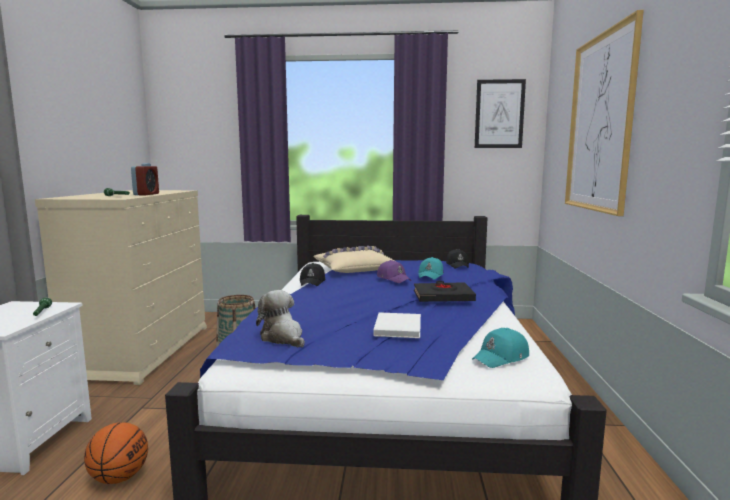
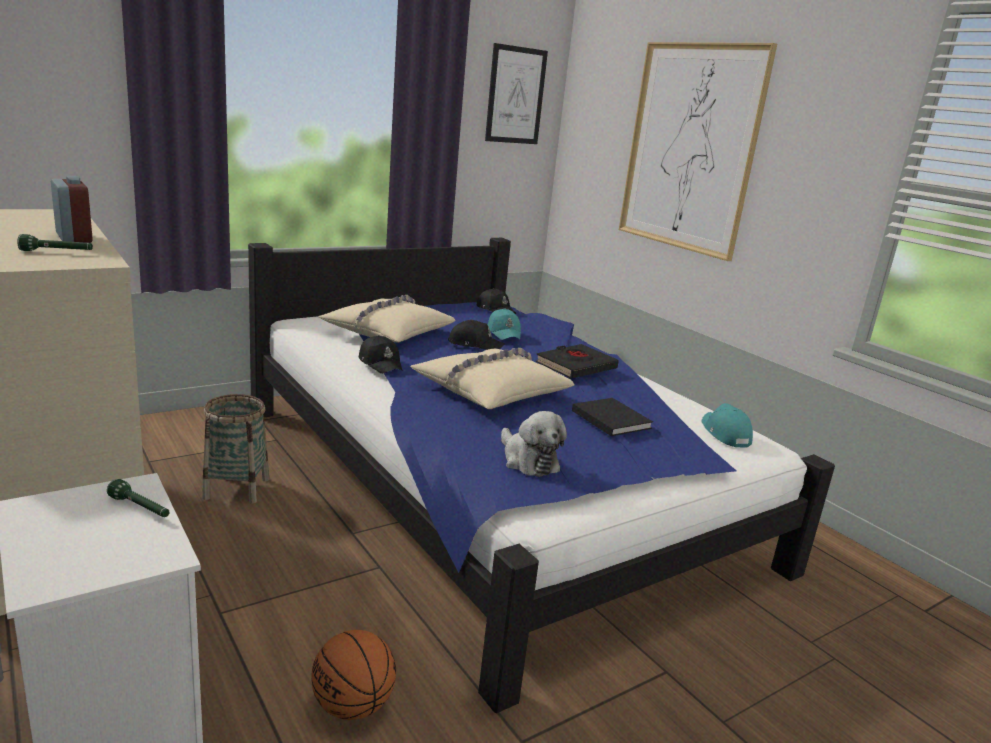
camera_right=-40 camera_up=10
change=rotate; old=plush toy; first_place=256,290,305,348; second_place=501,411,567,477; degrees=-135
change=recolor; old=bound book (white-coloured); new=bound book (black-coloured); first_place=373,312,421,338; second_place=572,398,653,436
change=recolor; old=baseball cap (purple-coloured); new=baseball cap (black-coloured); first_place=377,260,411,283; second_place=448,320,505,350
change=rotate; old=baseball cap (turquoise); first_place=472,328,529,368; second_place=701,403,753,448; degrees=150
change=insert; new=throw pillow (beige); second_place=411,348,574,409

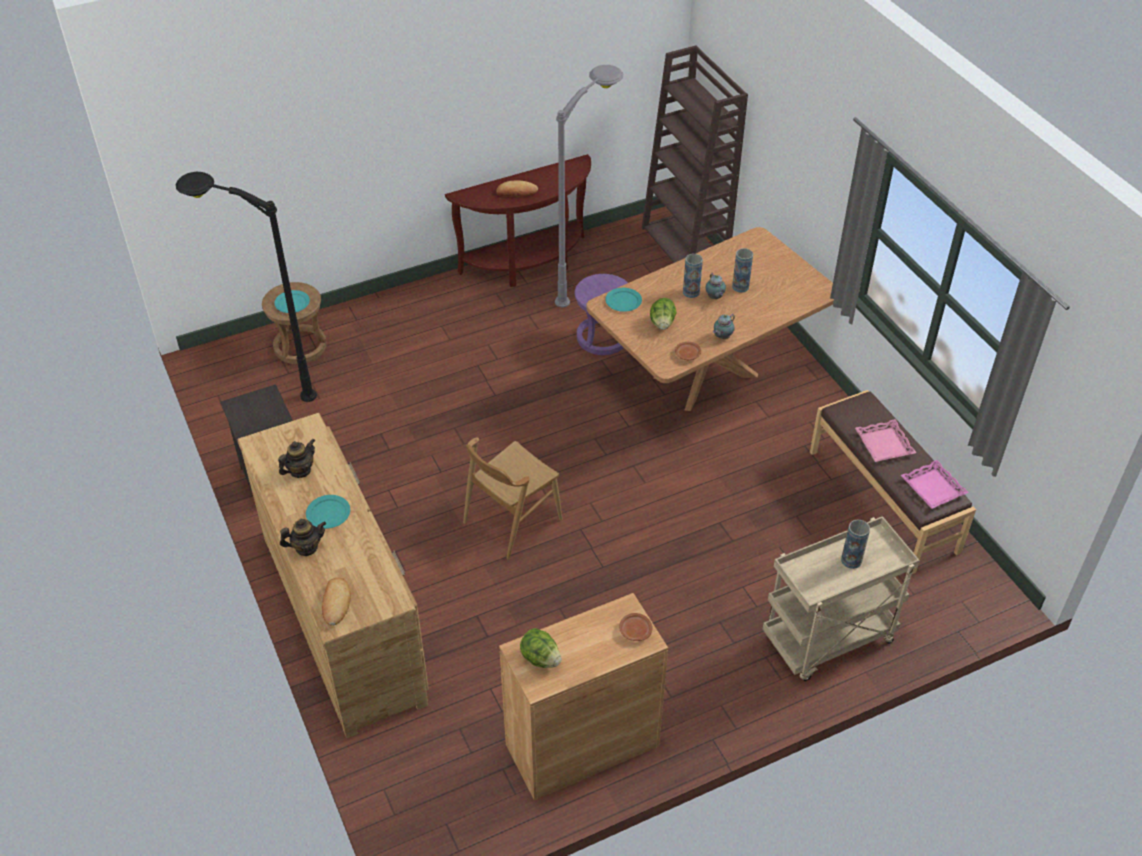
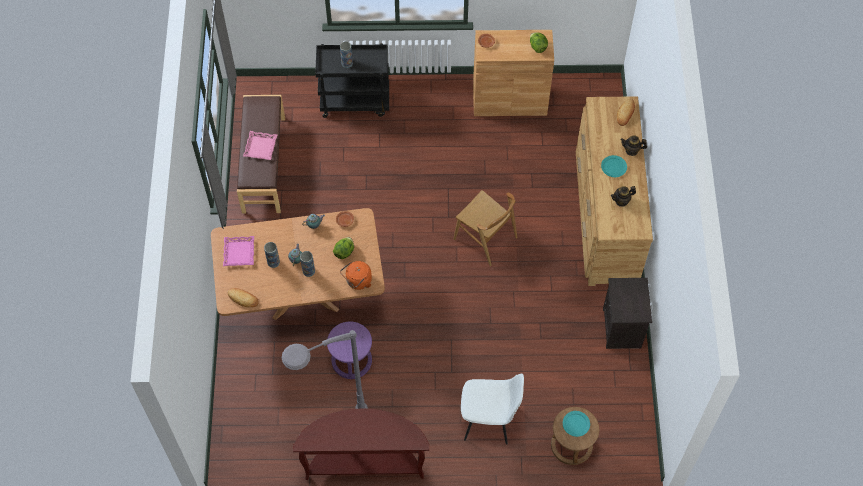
camera_right=-155 camera_up=15
change=delete; old=standard lamp (black-coloured); first_place=176,172,317,402
change=rotate; old=chair (brownish); first_place=463,438,562,560; second_place=454,190,517,266; degrees=60
change=move; old=bread; first_place=496,181,538,197; second_place=227,288,259,307
change=replace; old=plate (turquoise); new=tea kettle (orange); first_place=605,288,642,312; second_place=340,261,372,290
change=delete; old=bookcase (brownish); first_place=642,45,748,263
change=recolor; old=trolley (beige); new=trolley (black-coloured); first_place=763,516,920,681; second_place=315,43,389,118
change=move; old=serving tray (pink); first_place=900,460,969,509; second_place=223,236,254,266
change=insert; new=chair (white-coloured); second_place=461,374,524,445

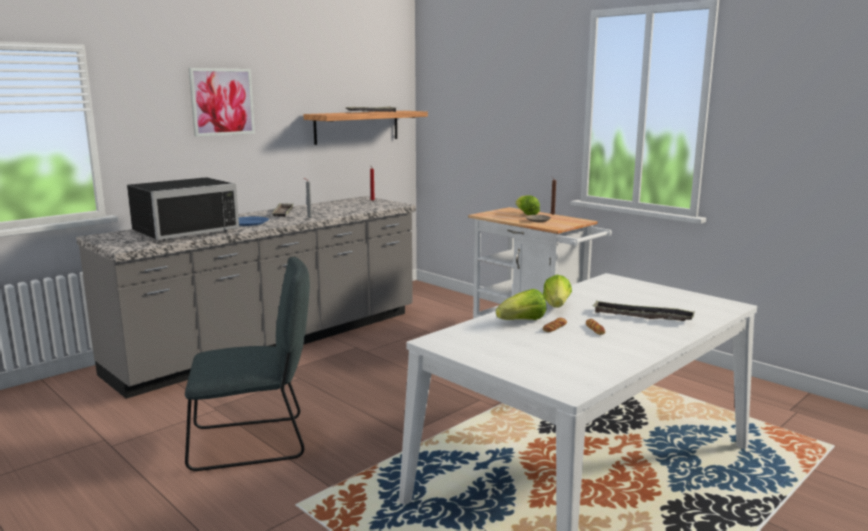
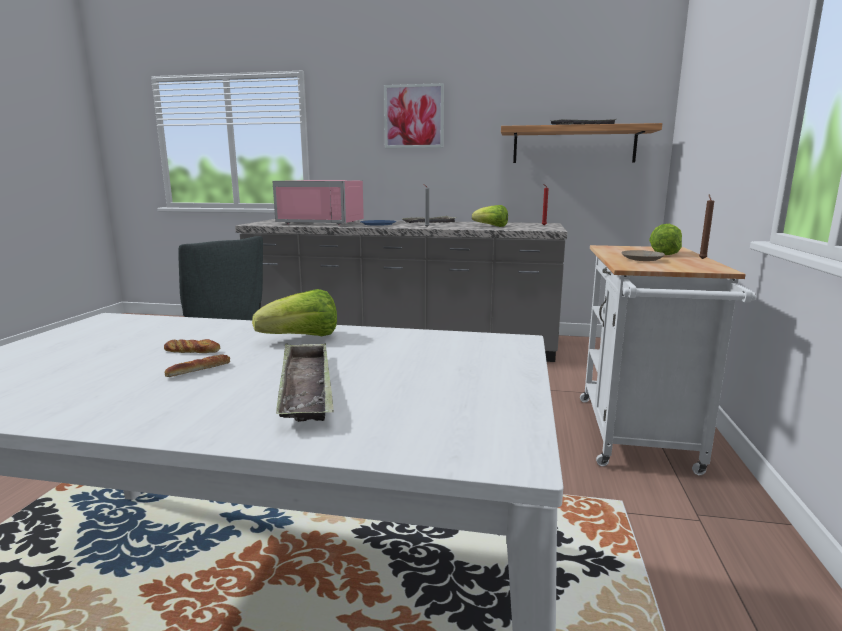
camera_right=55 camera_up=0
change=recolor; old=kitchen microwave (black-coloured); new=kitchen microwave (pink); first_place=127,177,239,240; second_place=273,180,364,225
change=move; old=head of lettuce; first_place=496,289,546,320; second_place=472,205,508,227

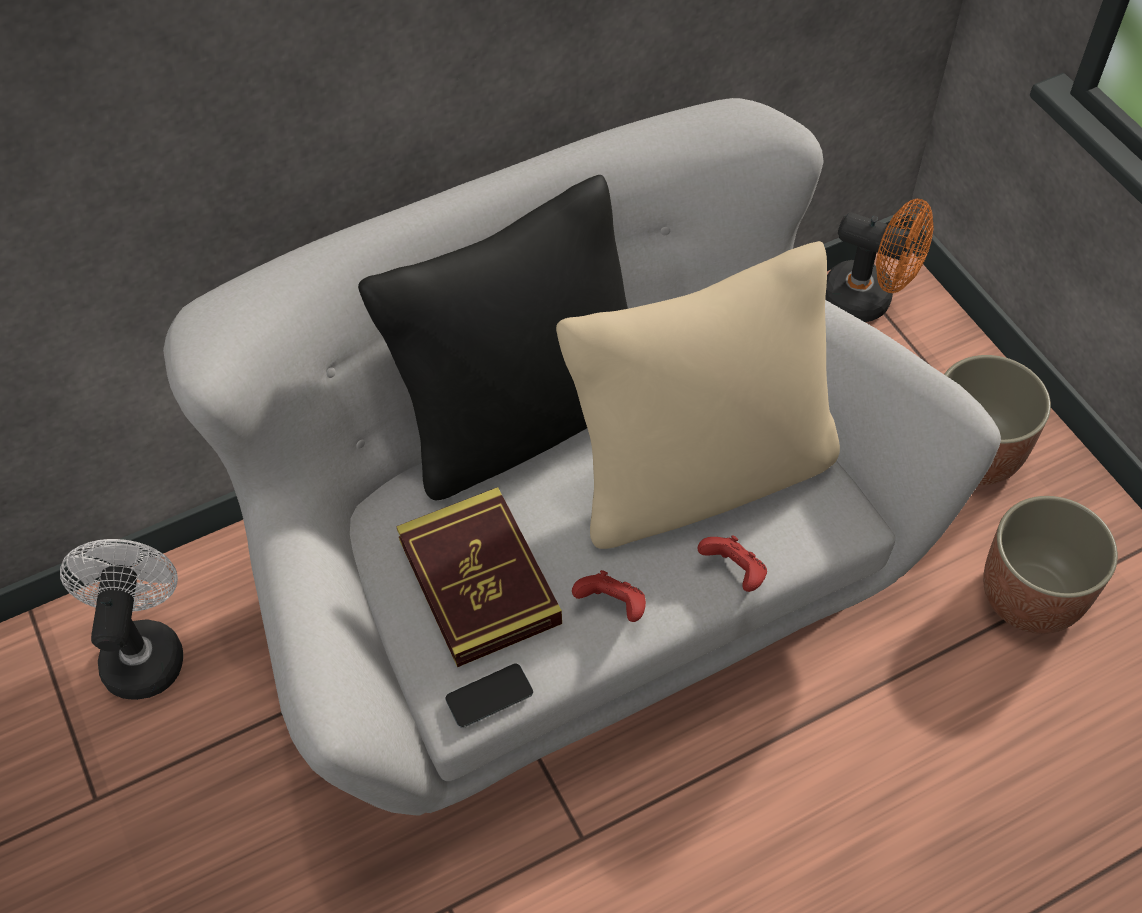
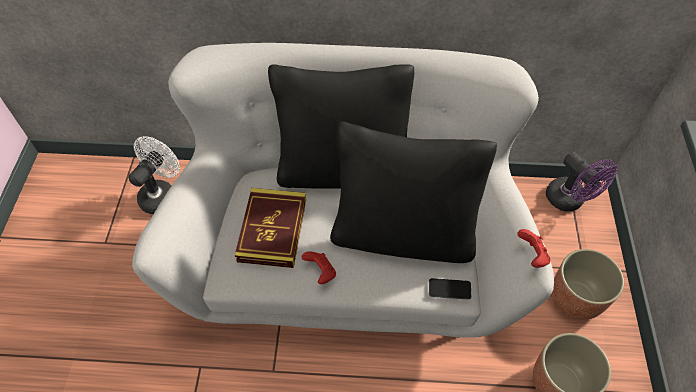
camera_right=30 camera_up=0
change=move; old=handset; first_place=445,663,533,728; second_place=429,278,471,300
change=recolor; old=throw pillow (beige); new=throw pillow (black-coloured); first_place=556,241,840,549; second_place=330,121,497,263
change=move; old=joypad (red-coloured); first_place=697,535,767,592; second_place=517,229,550,268
change=recolor; old=cooling fan (orange); new=cooling fan (purple-coloured); first_place=825,199,934,322; second_place=546,152,617,212

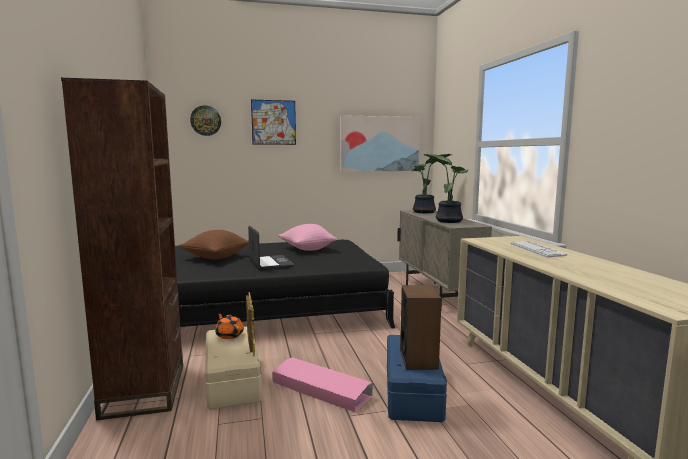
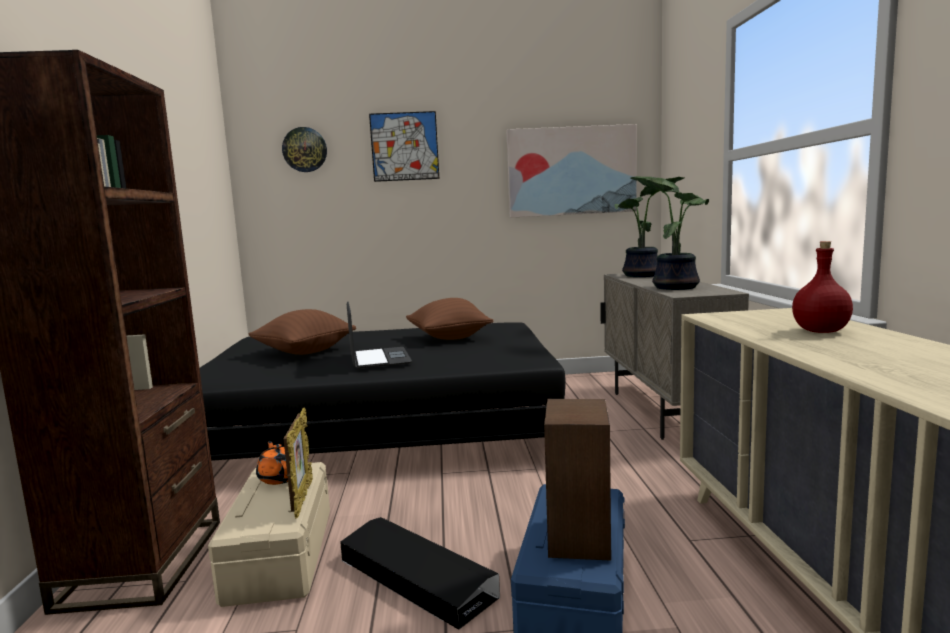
camera_right=10 camera_up=0
change=recolor; old=storage container (pink); new=storage container (black-coloured); first_place=273,357,373,412; second_place=340,517,500,630
change=recolor; old=throw pillow (pink); new=throw pillow (brownish); first_place=278,224,338,251; second_place=406,298,494,340
change=replace; old=keyboard; new=drink bottle (red-coloured); first_place=511,241,567,258; second_place=792,241,853,333

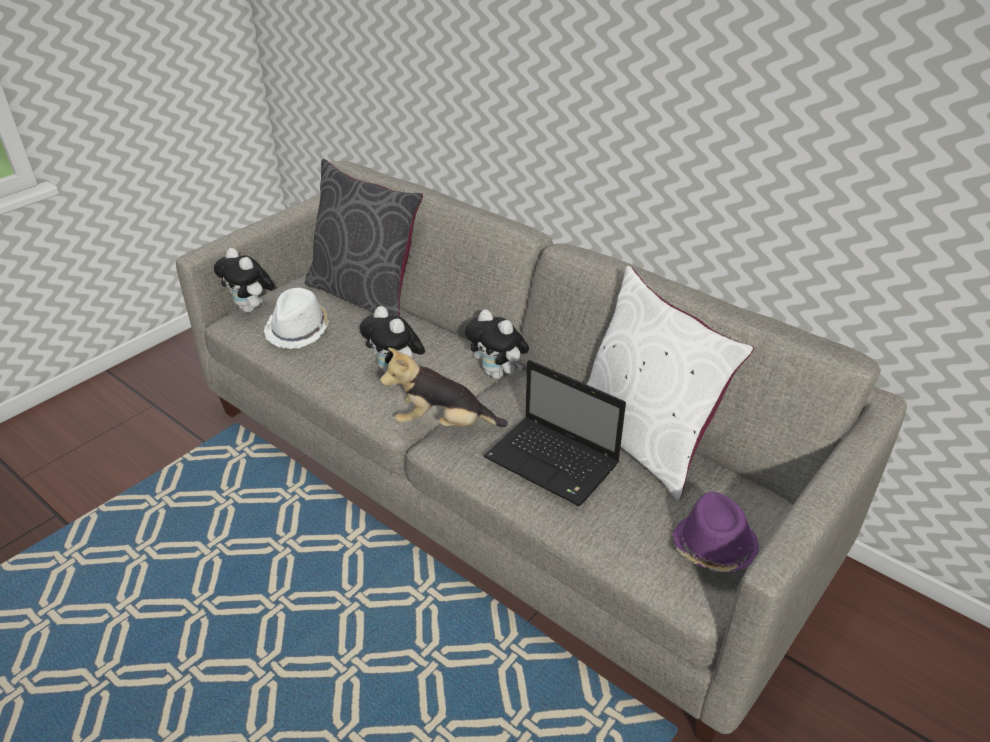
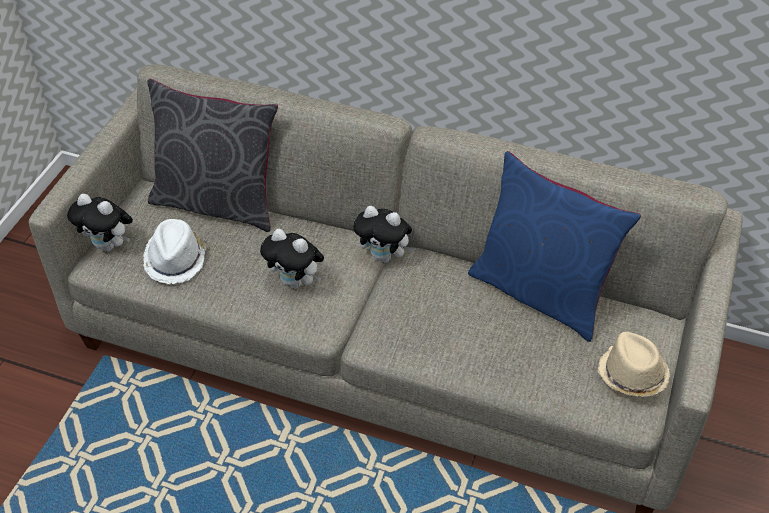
camera_right=-20 camera_up=10
change=delete; old=plush toy; first_place=380,348,508,427
change=delete; old=notebook computer; first_place=484,360,626,506
change=recolor; old=throw pillow (white-coloured); new=throw pillow (blue); first_place=587,266,754,500; second_place=468,151,641,342
change=recolor; old=wearable hat (purple-coloured); new=wearable hat (beige); first_place=672,492,759,572; second_place=597,332,670,397

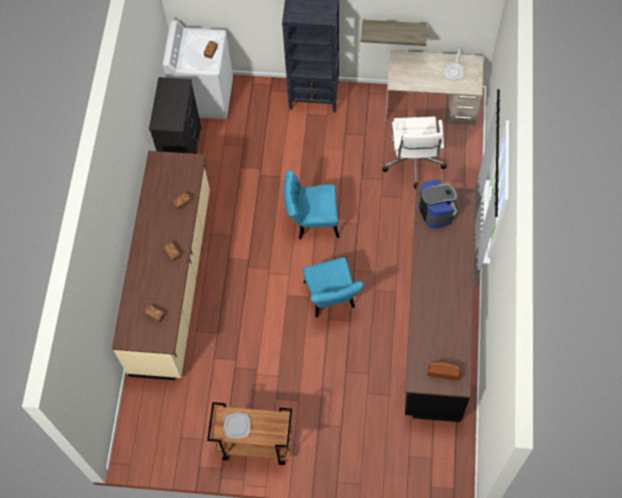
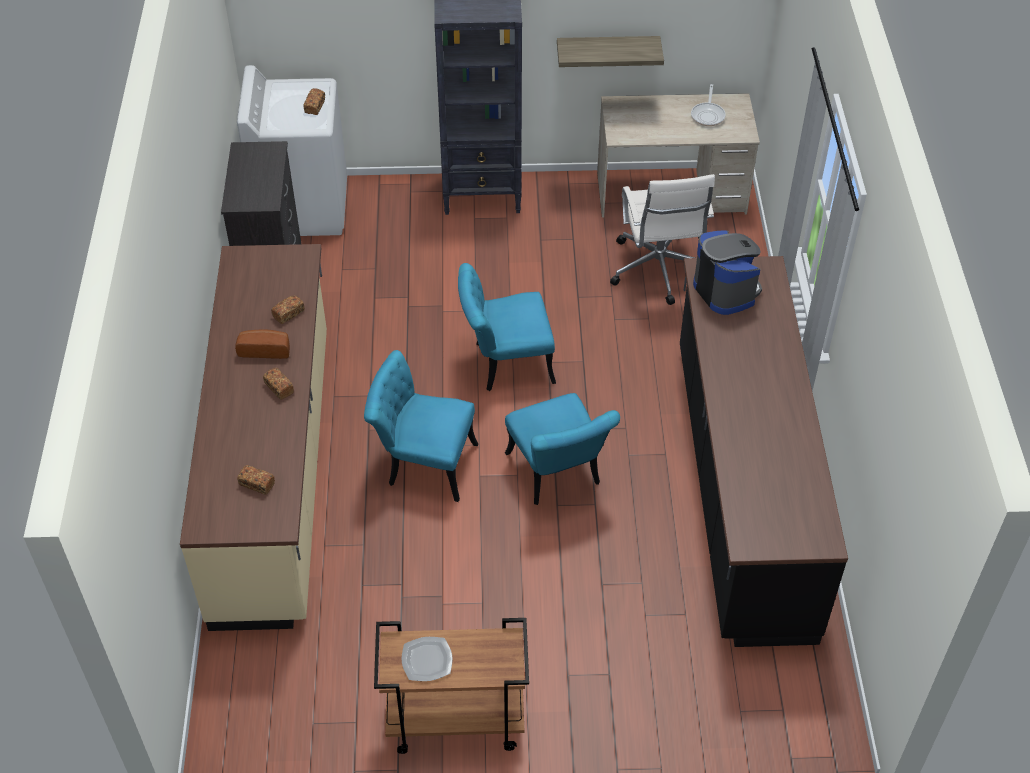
camera_right=-10 camera_up=-15
change=move; old=bread; first_place=428,361,460,380; second_place=235,329,290,359
change=insert; new=chair (turquoise); second_place=364,350,478,502

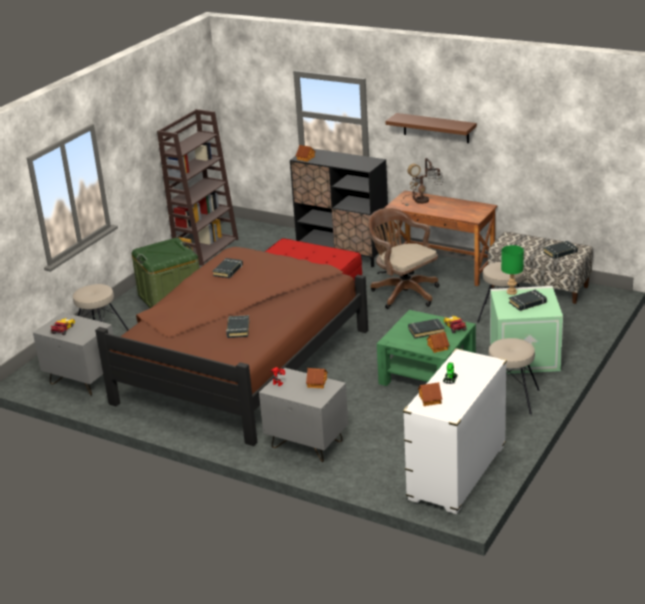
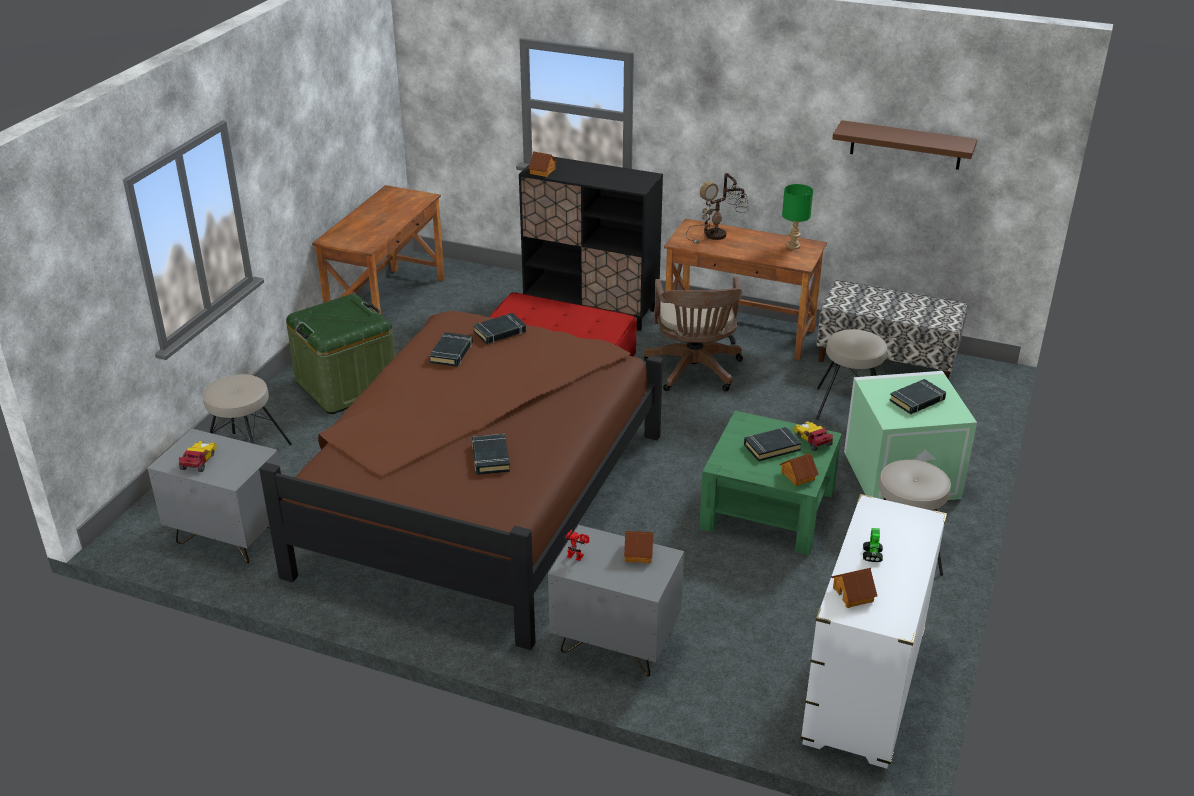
camera_right=-10 camera_up=5
change=replace; old=bookcase (brownish); new=desk table (brownish); first_place=157,109,238,266; second_place=312,185,445,314
change=rotate; old=computer chair (brownish); first_place=368,208,439,309; second_place=643,276,743,392; degrees=-135
change=move; old=bracket shelf (brownish); first_place=385,113,477,143; second_place=833,120,977,170
change=move; old=tabletop lamp (greenish); first_place=501,245,524,295; second_place=782,184,813,249
change=move; old=bound book (black-coloured); first_place=543,241,578,259; second_place=473,313,526,344

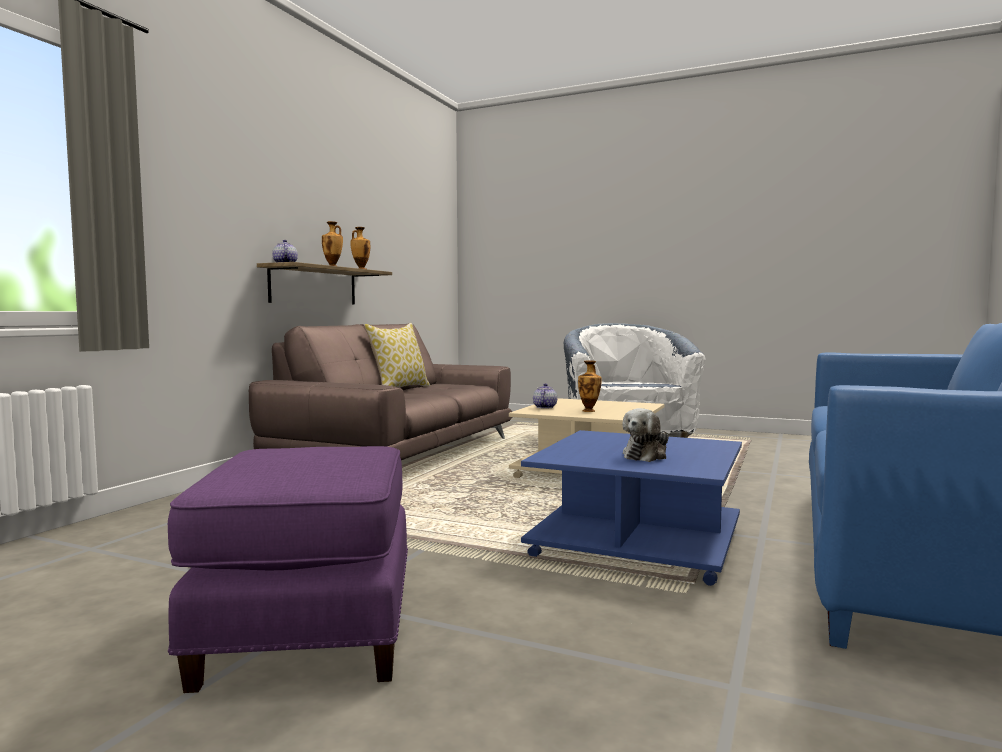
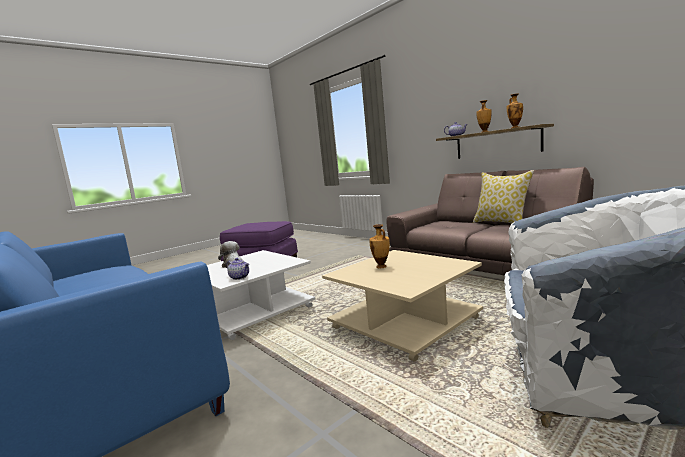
camera_right=115 camera_up=5
change=recolor; old=coffee table (blue); new=coffee table (white-coloured); first_place=521,430,742,586; second_place=207,250,315,340
change=move; old=teapot; first_place=533,383,557,409; second_place=227,258,249,280

